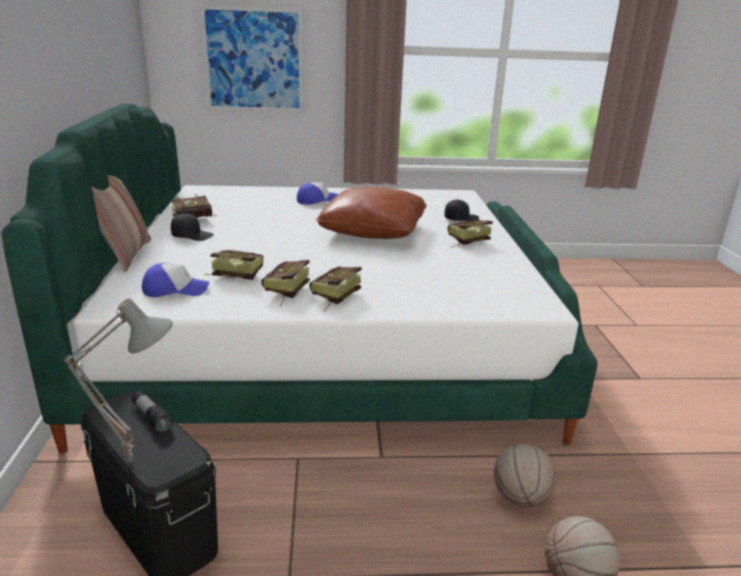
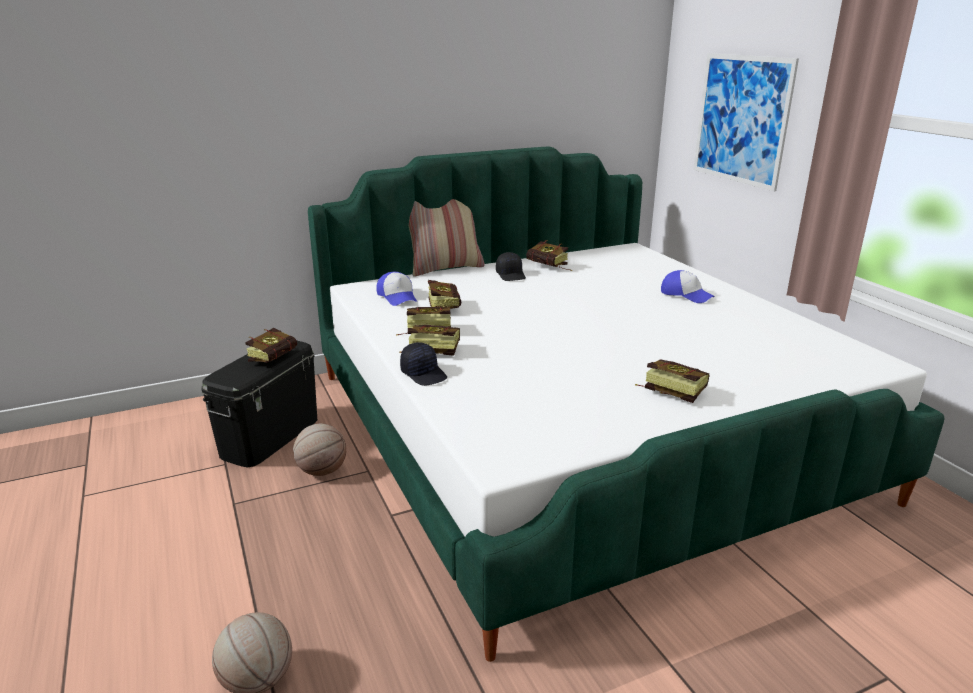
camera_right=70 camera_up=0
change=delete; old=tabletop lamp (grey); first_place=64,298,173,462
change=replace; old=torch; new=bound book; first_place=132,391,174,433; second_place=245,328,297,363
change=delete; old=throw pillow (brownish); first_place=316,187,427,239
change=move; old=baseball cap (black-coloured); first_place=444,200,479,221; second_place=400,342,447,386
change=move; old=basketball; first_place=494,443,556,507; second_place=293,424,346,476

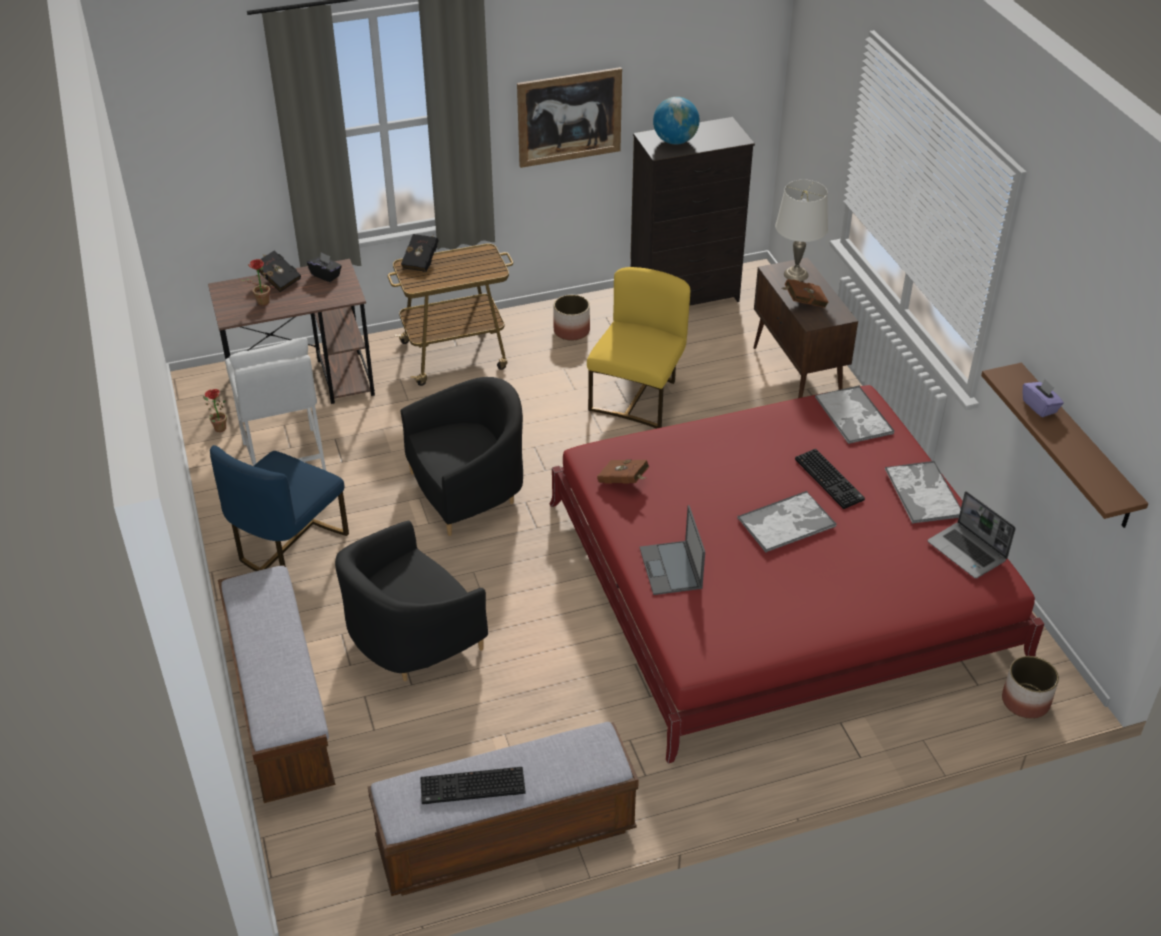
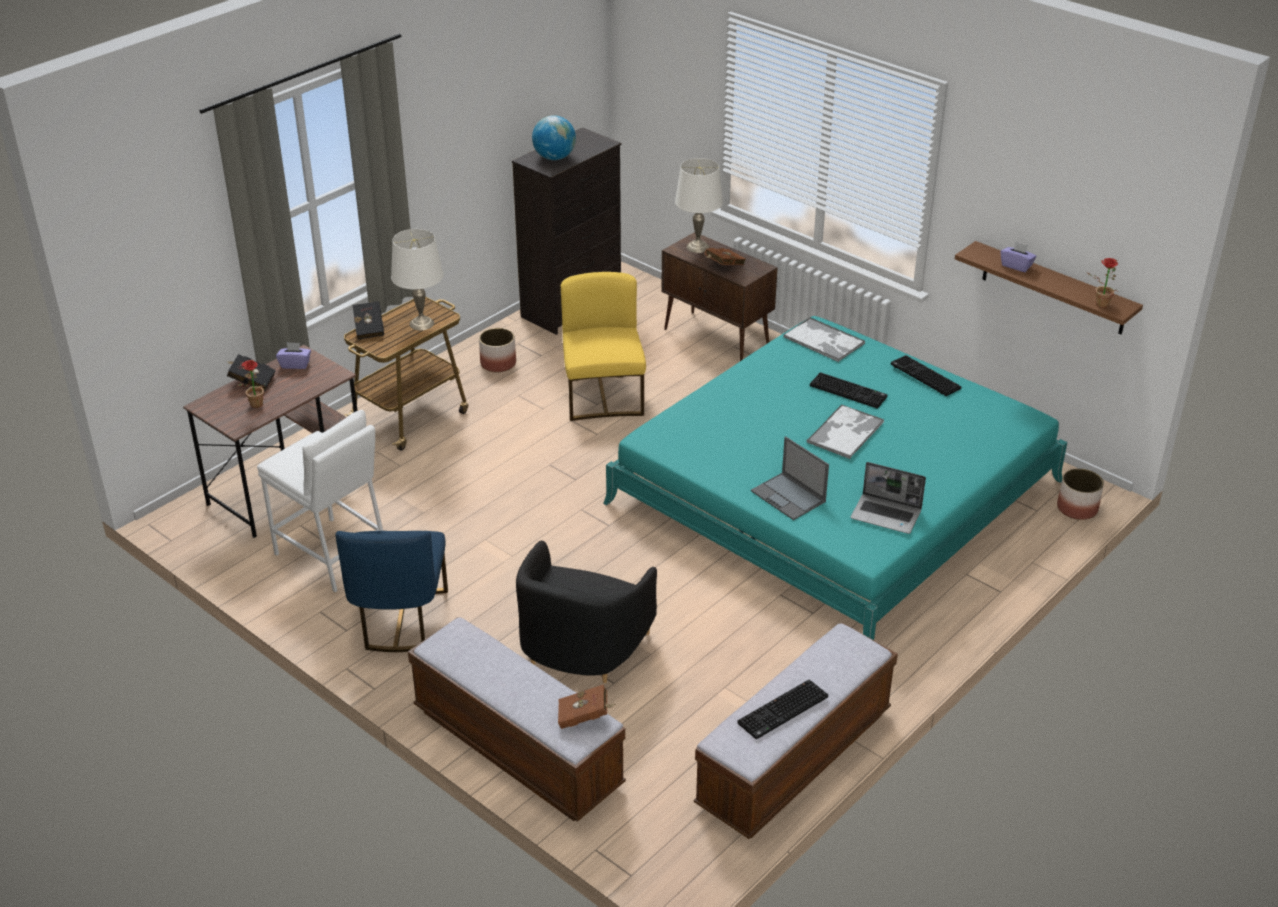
camera_right=-30 camera_up=-5
change=move; old=plant in a pot; first_place=203,389,227,432; second_place=1086,258,1119,308
change=recolor; old=box of tissues (black-coloured); new=box of tissues (purple-coloured); first_place=307,252,342,282; second_place=276,342,311,369
change=delete; old=lounge chair (black-coloured); first_place=401,377,523,536
change=delete; old=wall picture; first_place=517,67,622,168
change=recolor; old=bedroom bed (red-coloured); new=bedroom bed (turquoise); first_place=550,385,1044,764; second_place=603,316,1067,640
change=move; old=bound book (brownish); first_place=597,460,649,484; second_place=558,684,616,729
change=replace; old=serving tray; new=keyboard; first_place=885,461,961,524; second_place=891,355,962,396
change=move; old=notebook computer; first_place=927,491,1016,578; second_place=851,462,926,534
change=insert; new=tabletop lamp (white-coloured); second_place=391,229,444,330

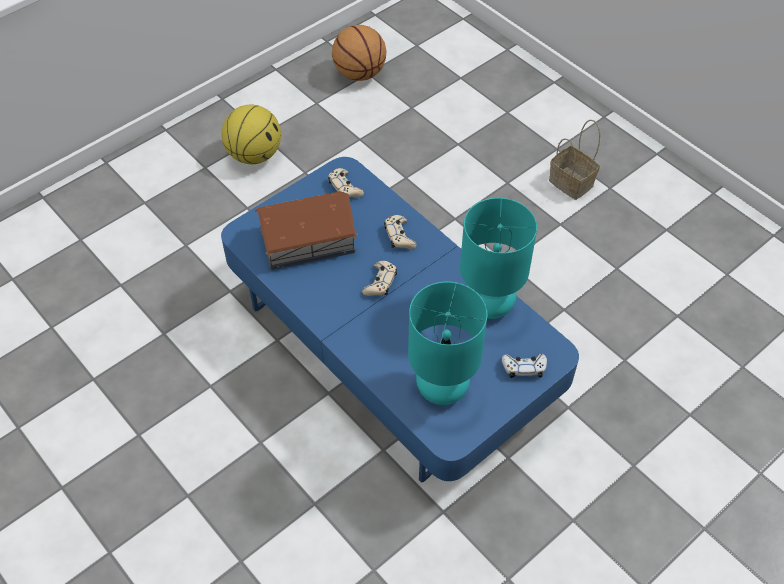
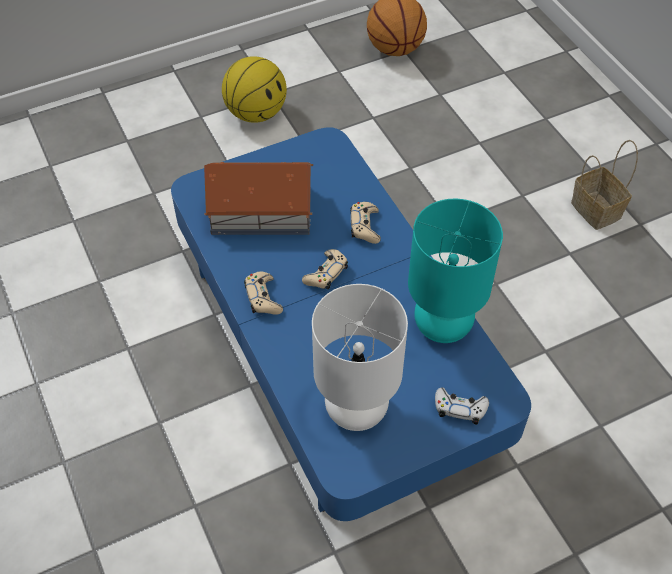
camera_right=15 camera_up=0
change=move; old=joypad (beige); first_place=328,168,364,197; second_place=244,271,283,315
change=recolor; old=tabletop lamp (turquoise); new=tabletop lamp (white-coloured); first_place=408,282,488,405; second_place=312,284,408,431

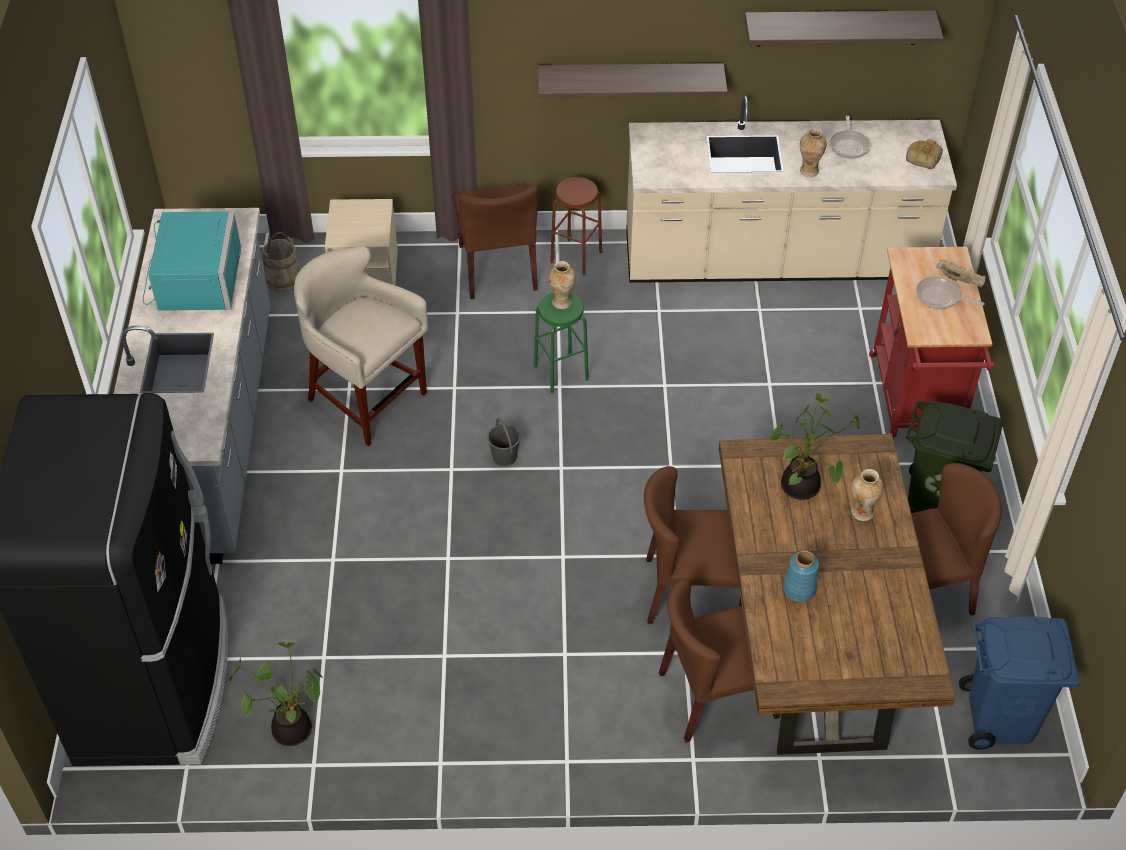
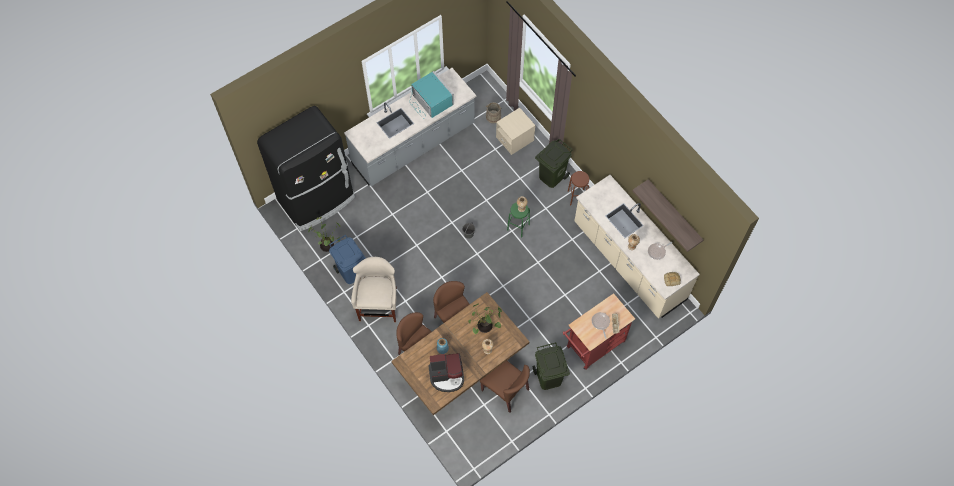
camera_right=55 camera_up=15
change=rotate; old=kitchen microwave (turquoise); first_place=143,211,241,311; second_place=410,71,454,119; degrees=-90
change=move; old=stool seat (beige); first_place=294,246,428,447; second_place=351,257,397,322
change=replace; old=chair (brownish); new=trash can (greenish); first_place=453,185,538,299; second_place=535,139,573,188
change=delete; old=bracket shelf; first_place=538,63,728,98
change=move; old=trash can (blue); first_place=959,616,1080,749; second_place=329,235,366,284
change=insert; new=coffee machine; second_place=428,353,464,392

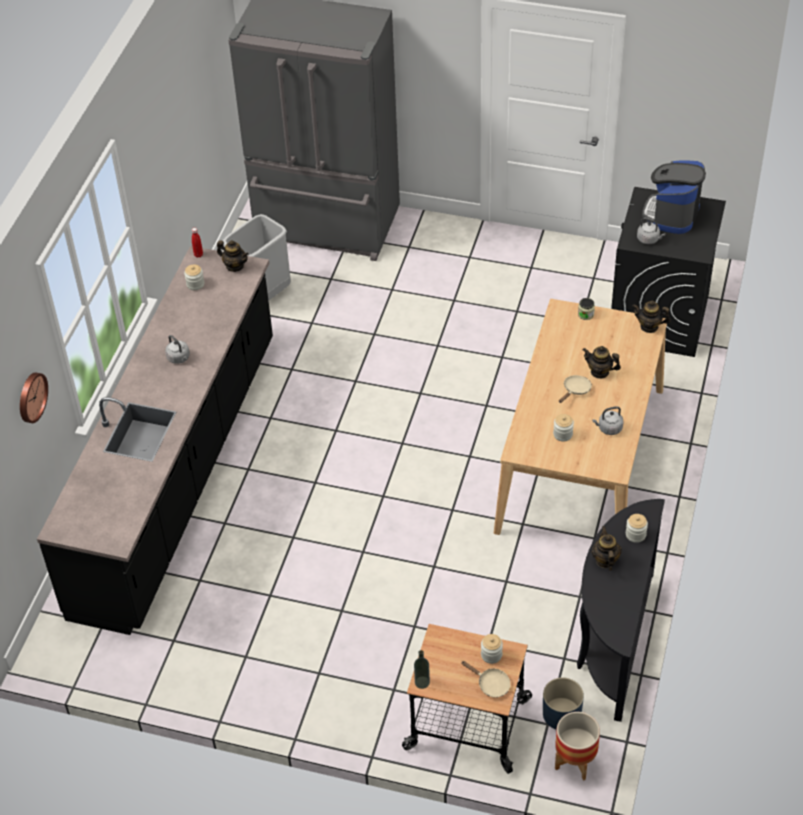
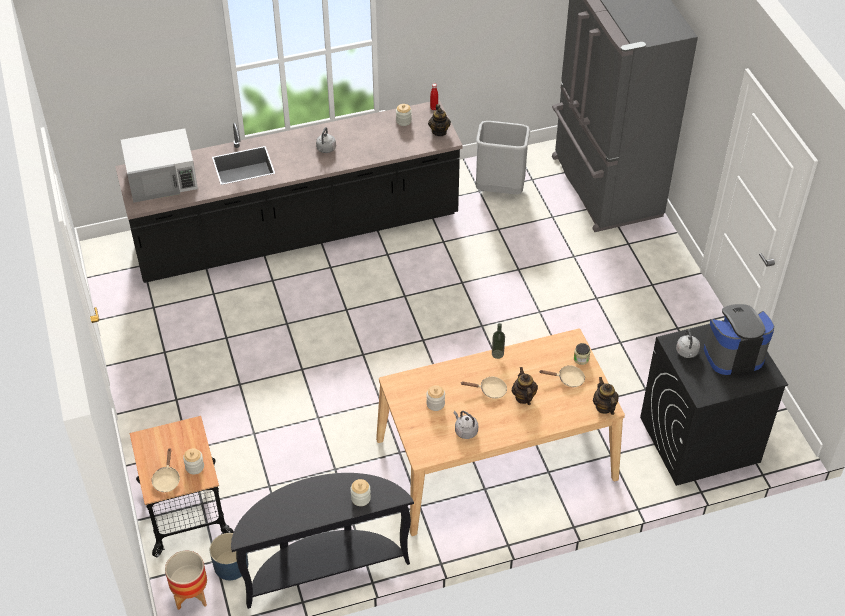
camera_right=55 camera_up=0
change=delete; old=clock on the wall; first_place=20,372,48,423
change=move; old=drink bottle; first_place=414,650,430,689; second_place=492,323,505,359
change=delete; old=teapot; first_place=591,526,622,571
change=insert; new=kitchen microwave (white-coloured); second_place=121,128,198,203
change=insert; new=frying pan (beige); second_place=540,365,585,387

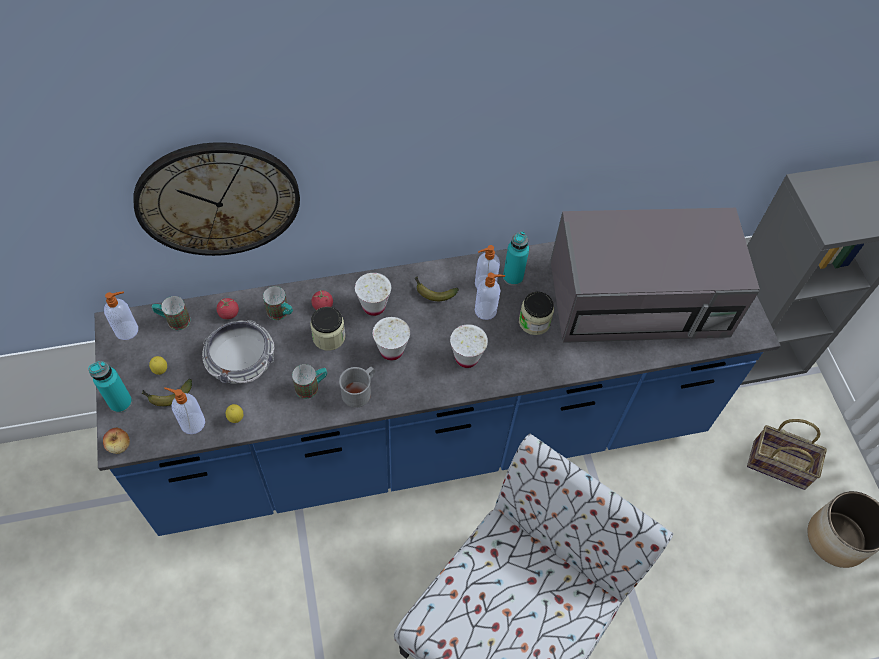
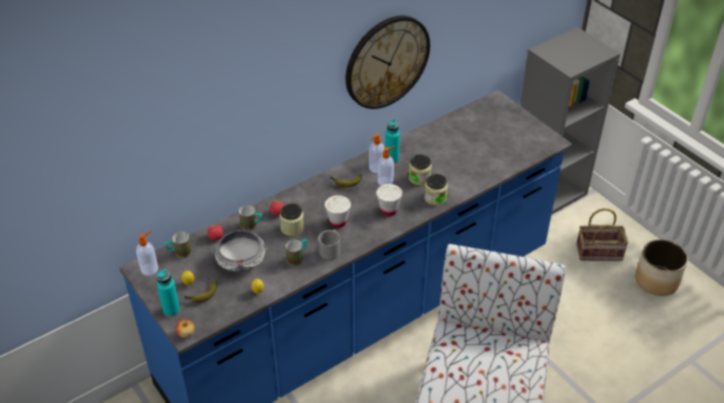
camera_right=-20 camera_up=-15
change=move; old=clock on the wall; first_place=134,142,300,256; second_place=346,16,430,109
change=delete; old=soap bottle; first_place=164,387,205,434
change=delete; old=drinking cup (white-coloured); first_place=355,273,391,316
change=delete; old=kitchen microwave (grey); first_place=550,208,760,343
change=insert; new=storage jar; second_place=424,174,448,206

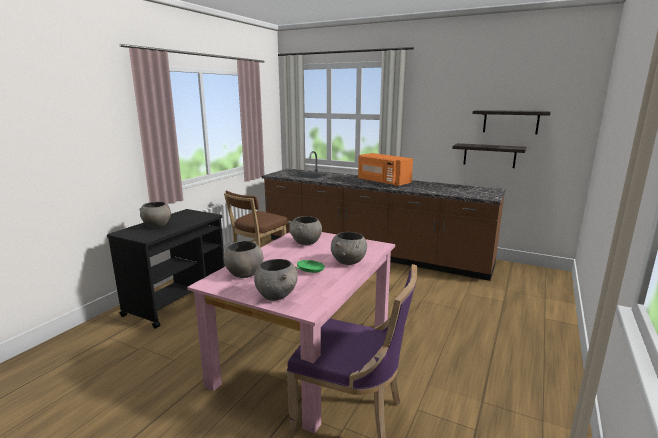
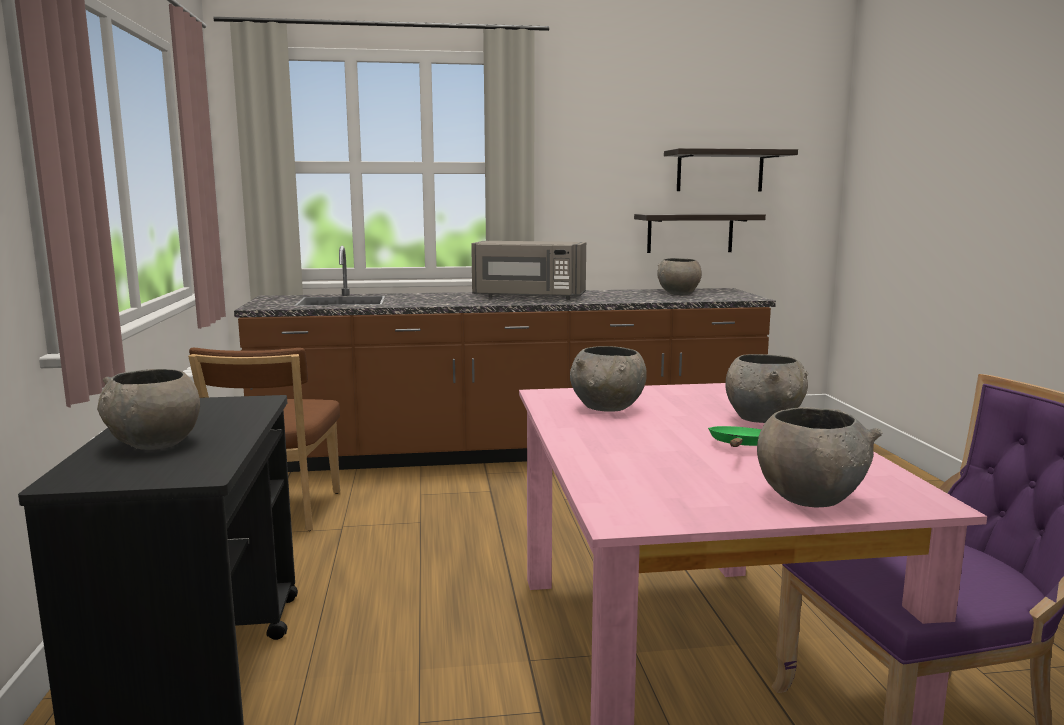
camera_right=-35 camera_up=-5
change=move; old=deep dish (grey); first_place=223,241,263,278; second_place=657,258,702,295
change=recolor; old=kitchen microwave (orange); new=kitchen microwave (grey); first_place=358,153,413,187; second_place=471,241,586,300

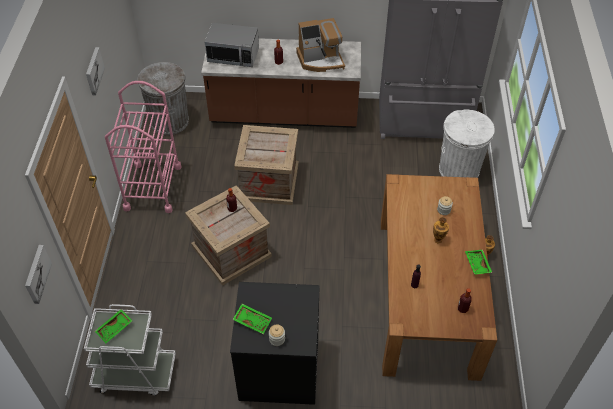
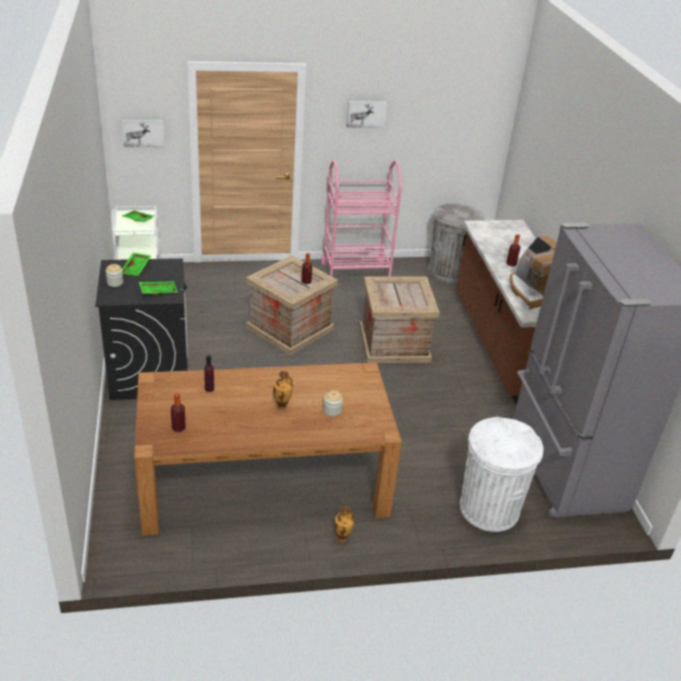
camera_right=75 camera_up=-15
change=delete; old=kitchen microwave; first_place=204,23,259,67
change=move; old=serving tray (greenish); first_place=465,249,492,275; second_place=139,281,178,296

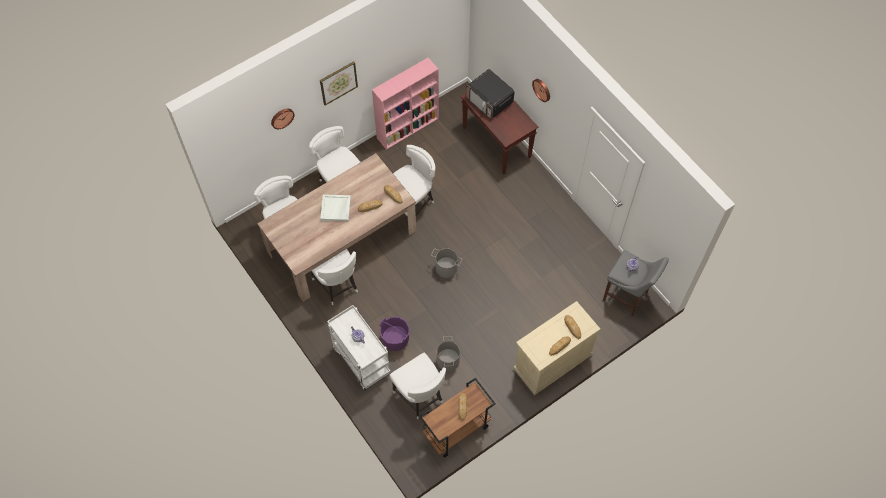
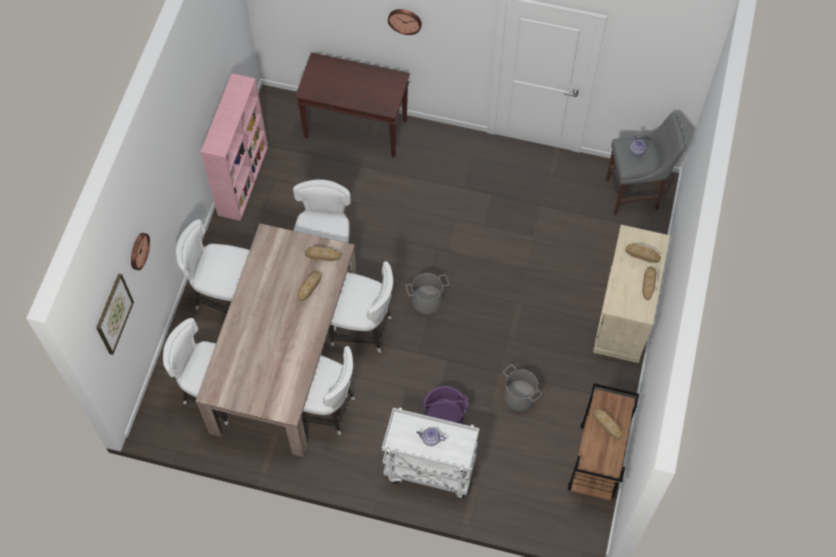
camera_right=-40 camera_up=0
change=move; old=wall picture; first_place=320,61,358,106; second_place=96,274,134,355
change=delete; old=serving tray (white-coloured); first_place=320,194,351,222
change=move; old=chair (white-coloured); first_place=389,353,446,419; second_place=329,261,393,353
change=delete; old=kitchen microwave; first_place=466,69,514,119

